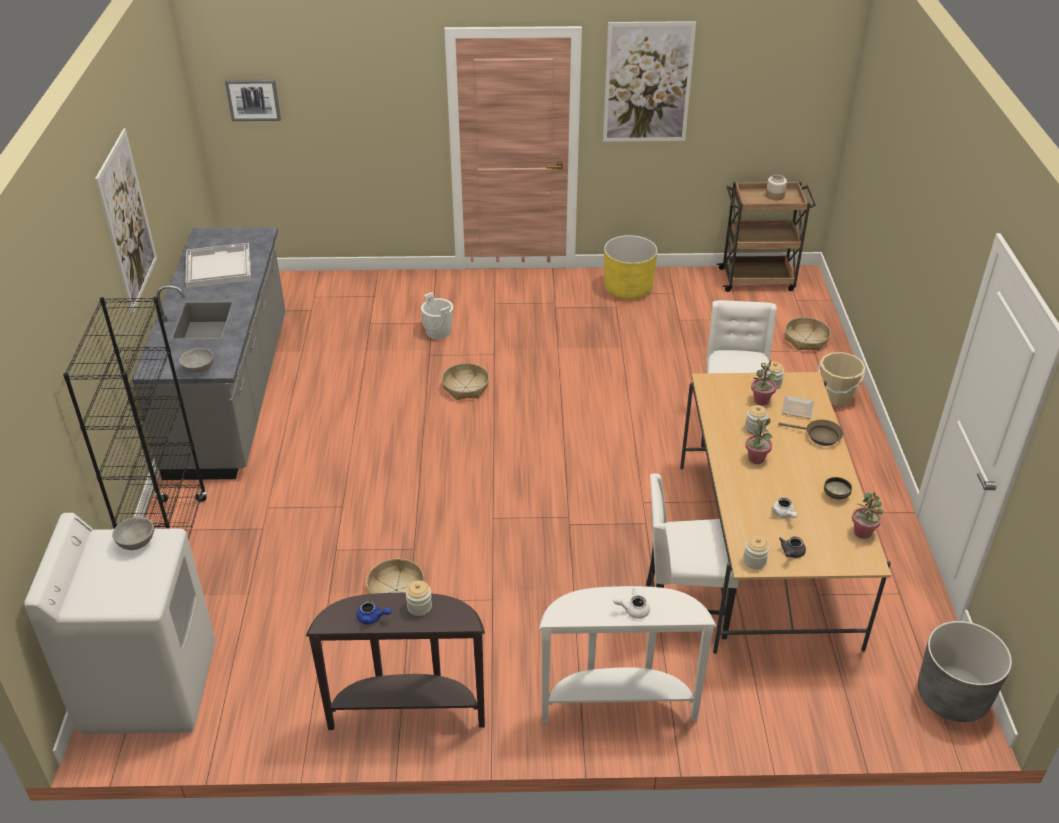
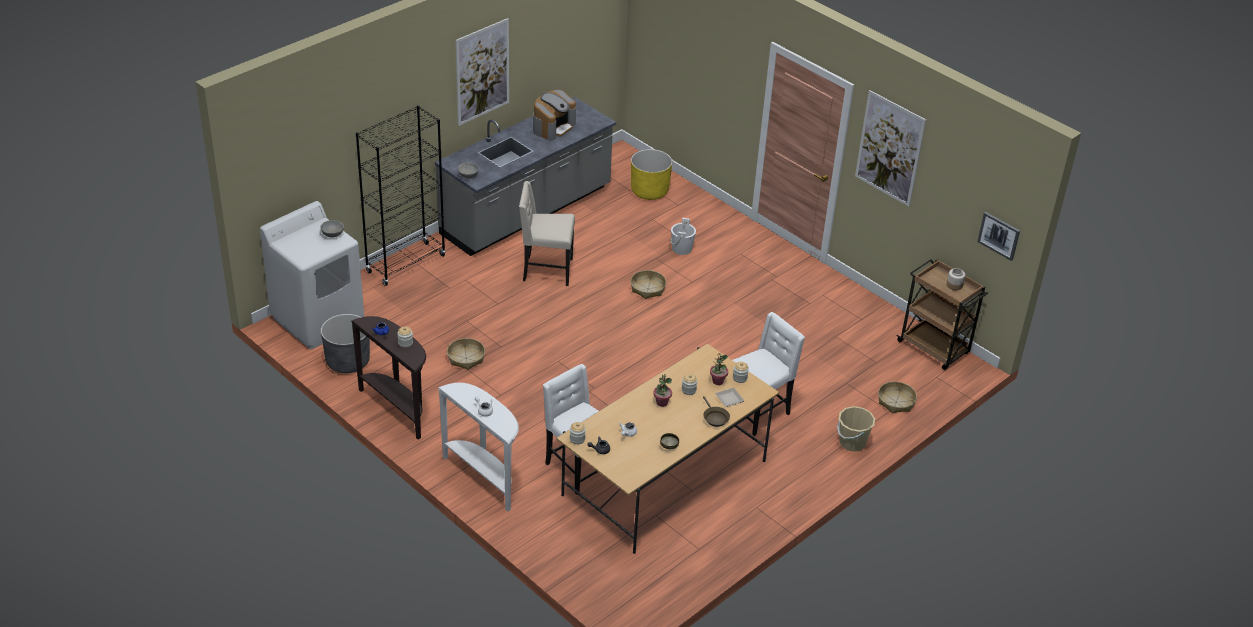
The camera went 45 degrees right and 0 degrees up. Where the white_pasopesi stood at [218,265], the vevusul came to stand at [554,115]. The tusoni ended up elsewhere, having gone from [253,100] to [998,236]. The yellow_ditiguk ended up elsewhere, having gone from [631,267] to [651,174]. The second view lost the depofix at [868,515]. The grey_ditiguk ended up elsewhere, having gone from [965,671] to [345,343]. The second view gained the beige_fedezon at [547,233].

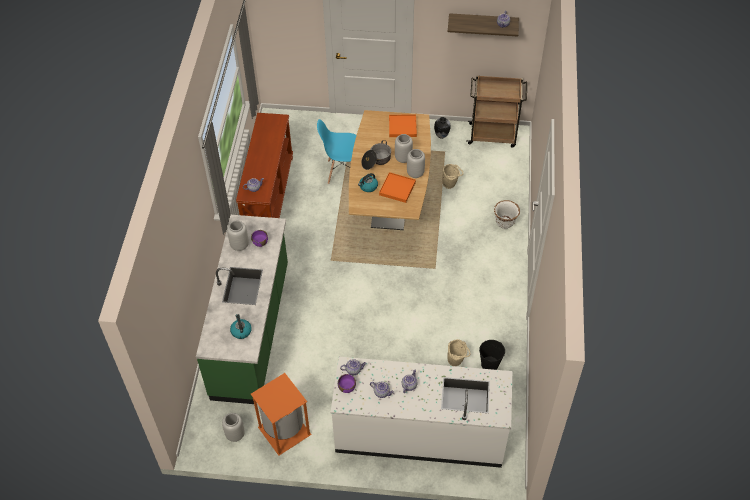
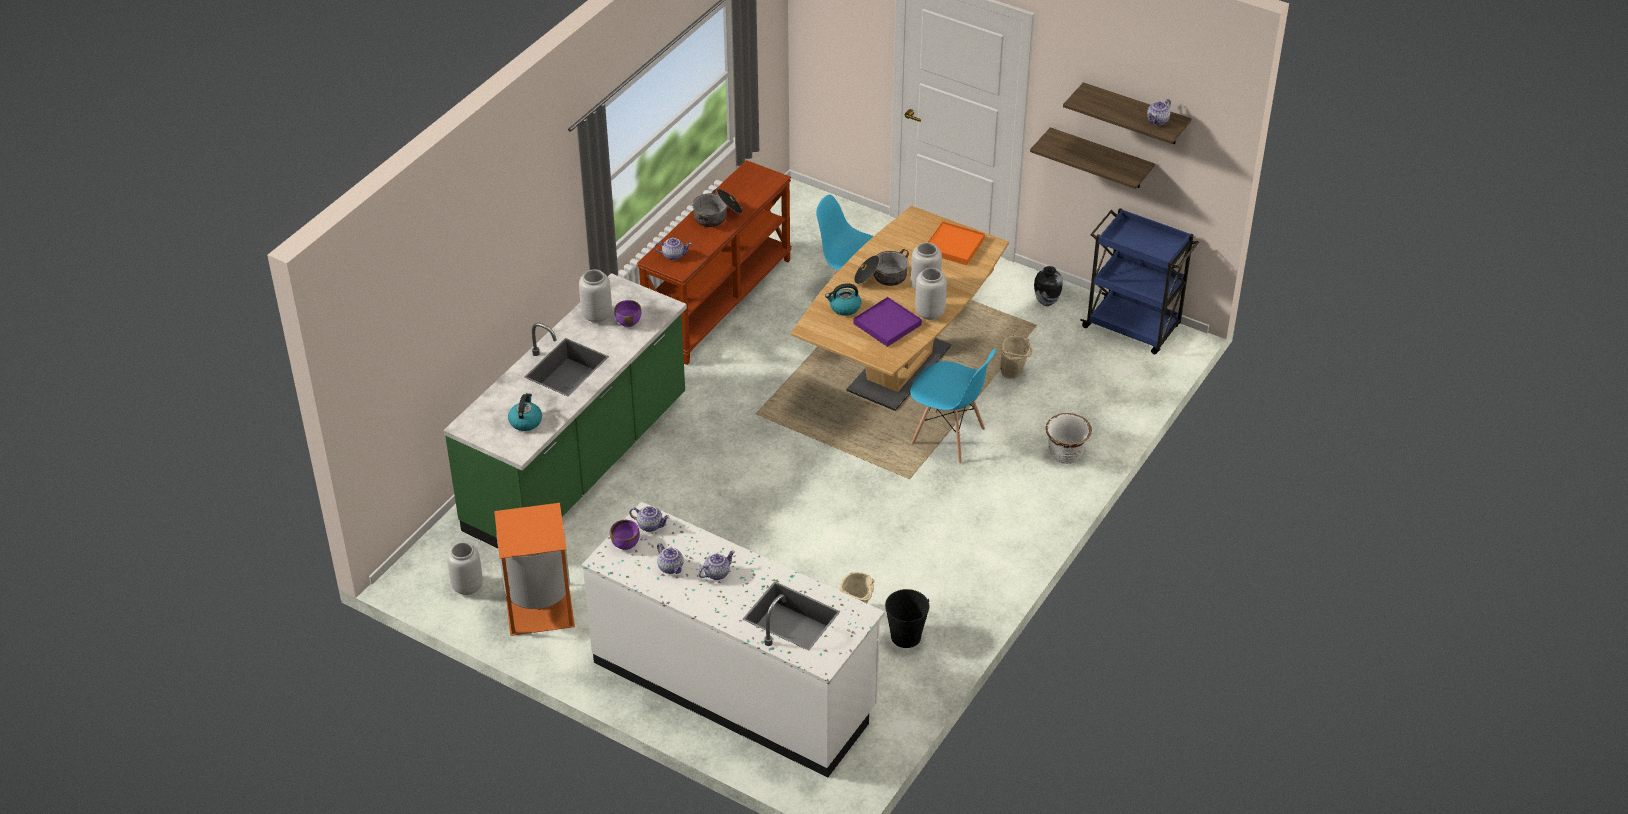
The camera went 25 degrees right and 10 degrees down. What was the orange_pasopesi at [397,187] turned into the purple_pasopesi at [887,322]. What was the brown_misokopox at [496,111] turned into the blue_misokopox at [1139,281]. The second view gained the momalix at [717,208]. The second view gained the blue_fedezon at [953,405]. The second view gained the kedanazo at [1092,158].

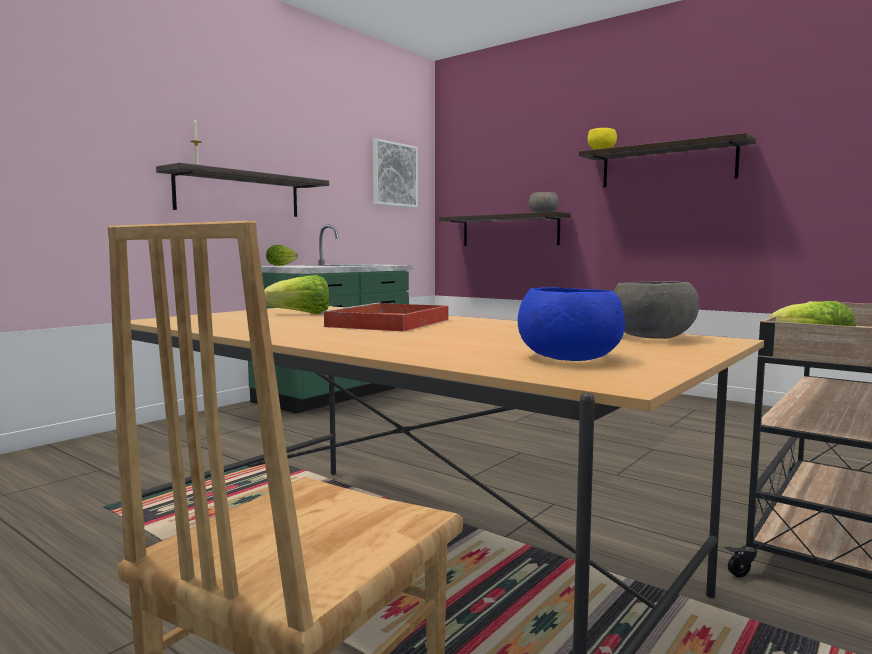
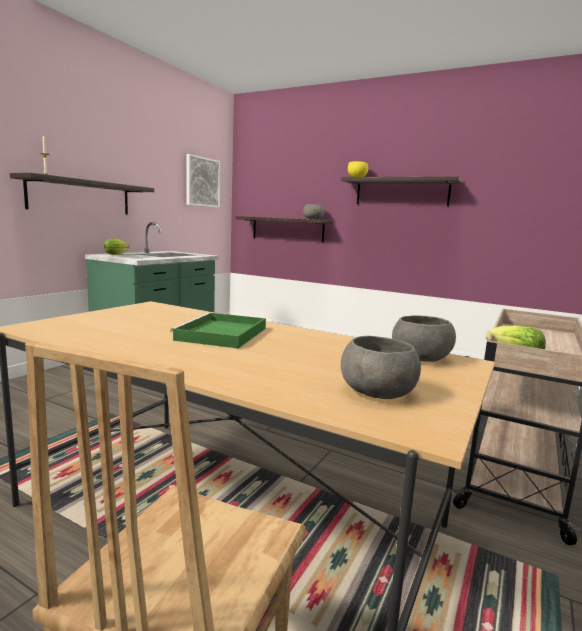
The camera went 10 degrees left and 5 degrees up. The second view lost the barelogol at [296,294]. What was the red_pasopesi at [385,317] turned into the green_pasopesi at [218,330]. What was the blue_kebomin at [571,324] turned into the grey_kebomin at [381,367].

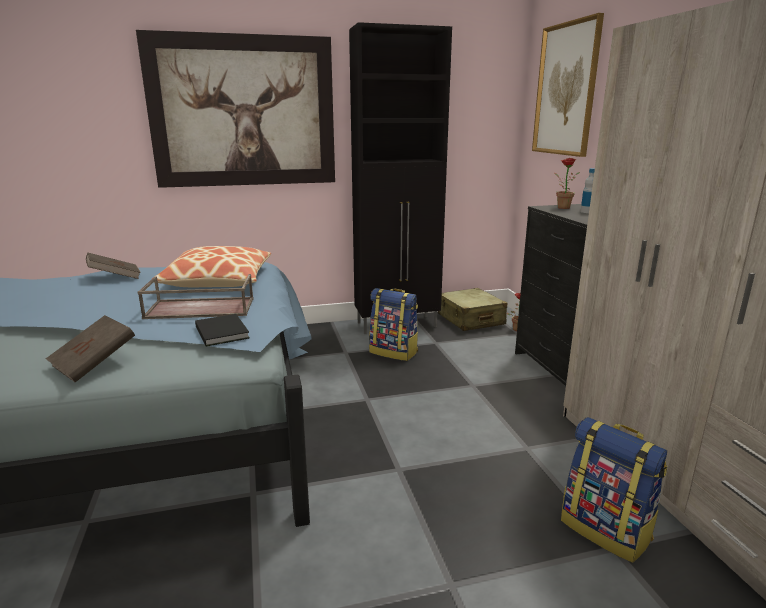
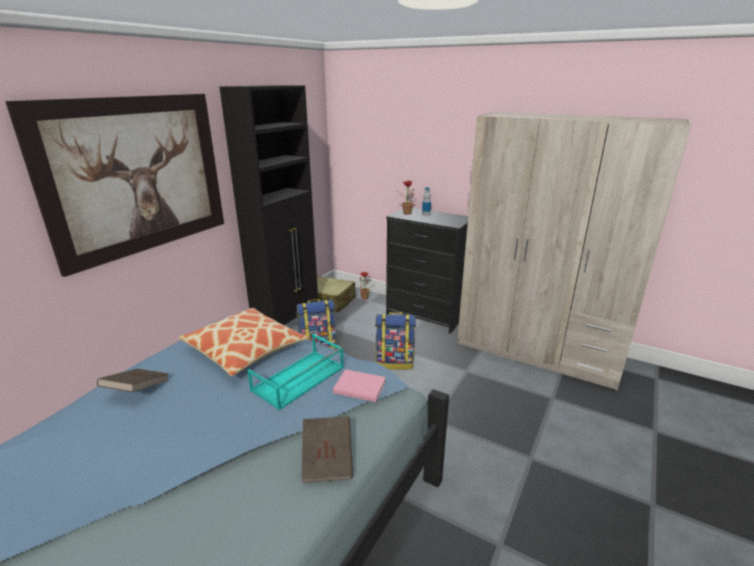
The camera went 45 degrees left and 5 degrees up. What was the brown_pasopesi at [196,296] turned into the turquoise_pasopesi at [295,372]. What was the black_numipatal at [222,330] turned into the pink_numipatal at [359,385]. The second view lost the tusoni at [568,85]. The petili ended up elsewhere, having gone from [614,490] to [395,341].

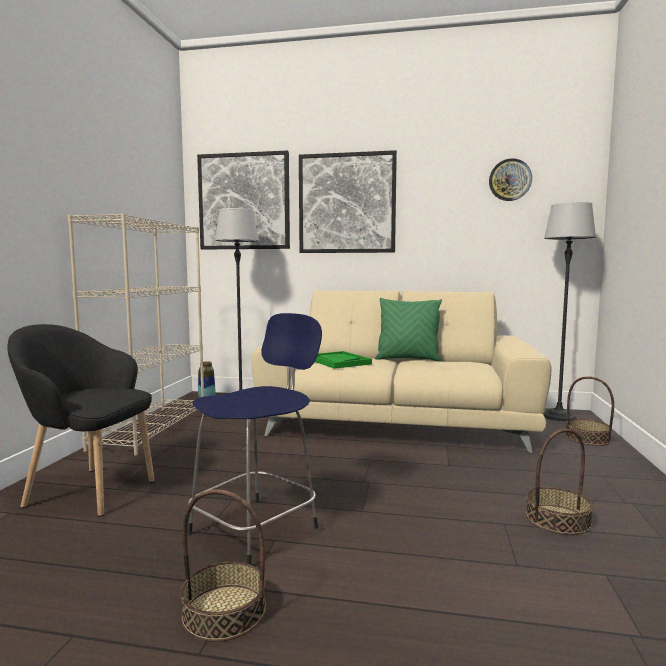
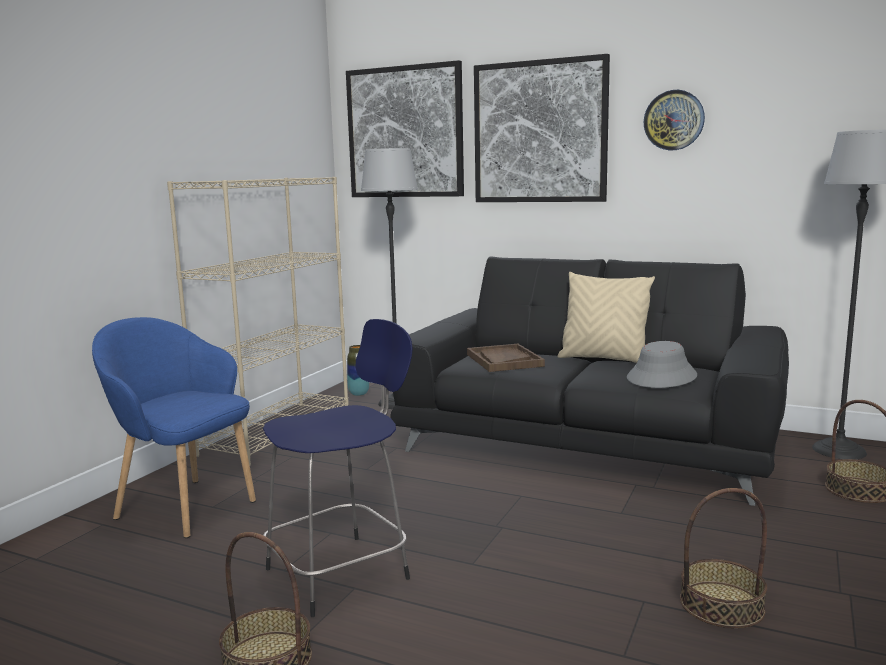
The camera went 15 degrees right and 5 degrees up. What was the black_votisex at [81,420] turned into the blue_votisex at [174,427]. What was the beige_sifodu at [401,371] turned into the black_sifodu at [589,381]. What was the green_pasopesi at [343,360] turned into the brown_pasopesi at [506,358]. What was the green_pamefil at [408,329] turned into the beige_pamefil at [606,317]. The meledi ended up elsewhere, having gone from [510,179] to [674,120]. The second view gained the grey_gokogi at [662,364].

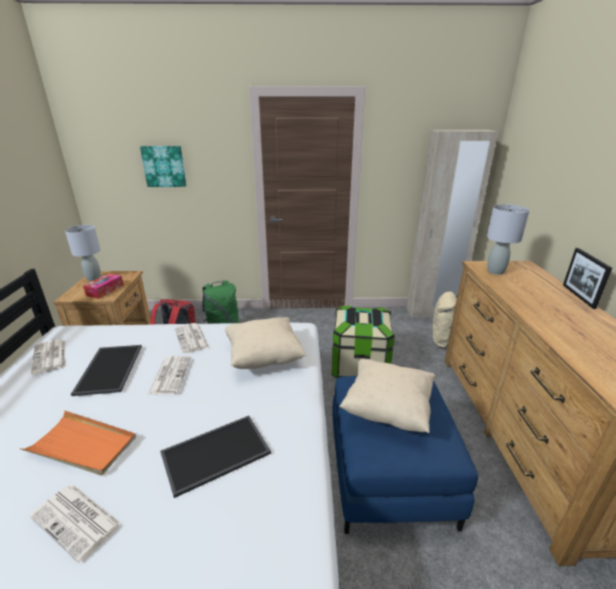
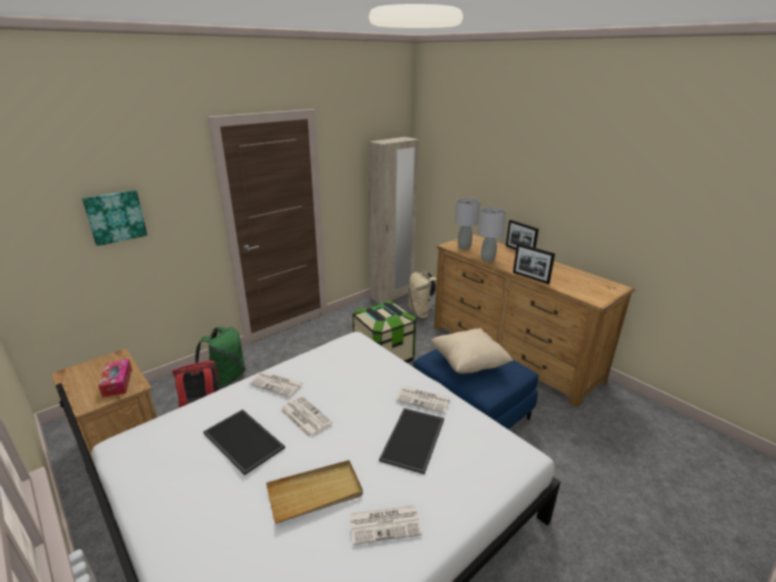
The camera went 40 degrees left and 0 degrees up. What was the orange_pasopesi at [77,443] turned into the beige_pasopesi at [314,492]. The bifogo ended up elsewhere, having gone from [48,356] to [423,399]. The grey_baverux ended up elsewhere, having gone from [83,253] to [492,234]. The second view lost the beige_pamefil at [265,343]. The second view gained the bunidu at [534,263].

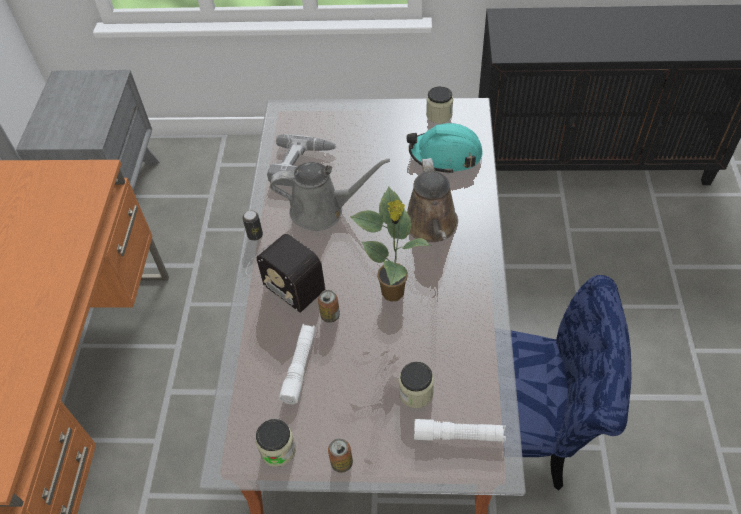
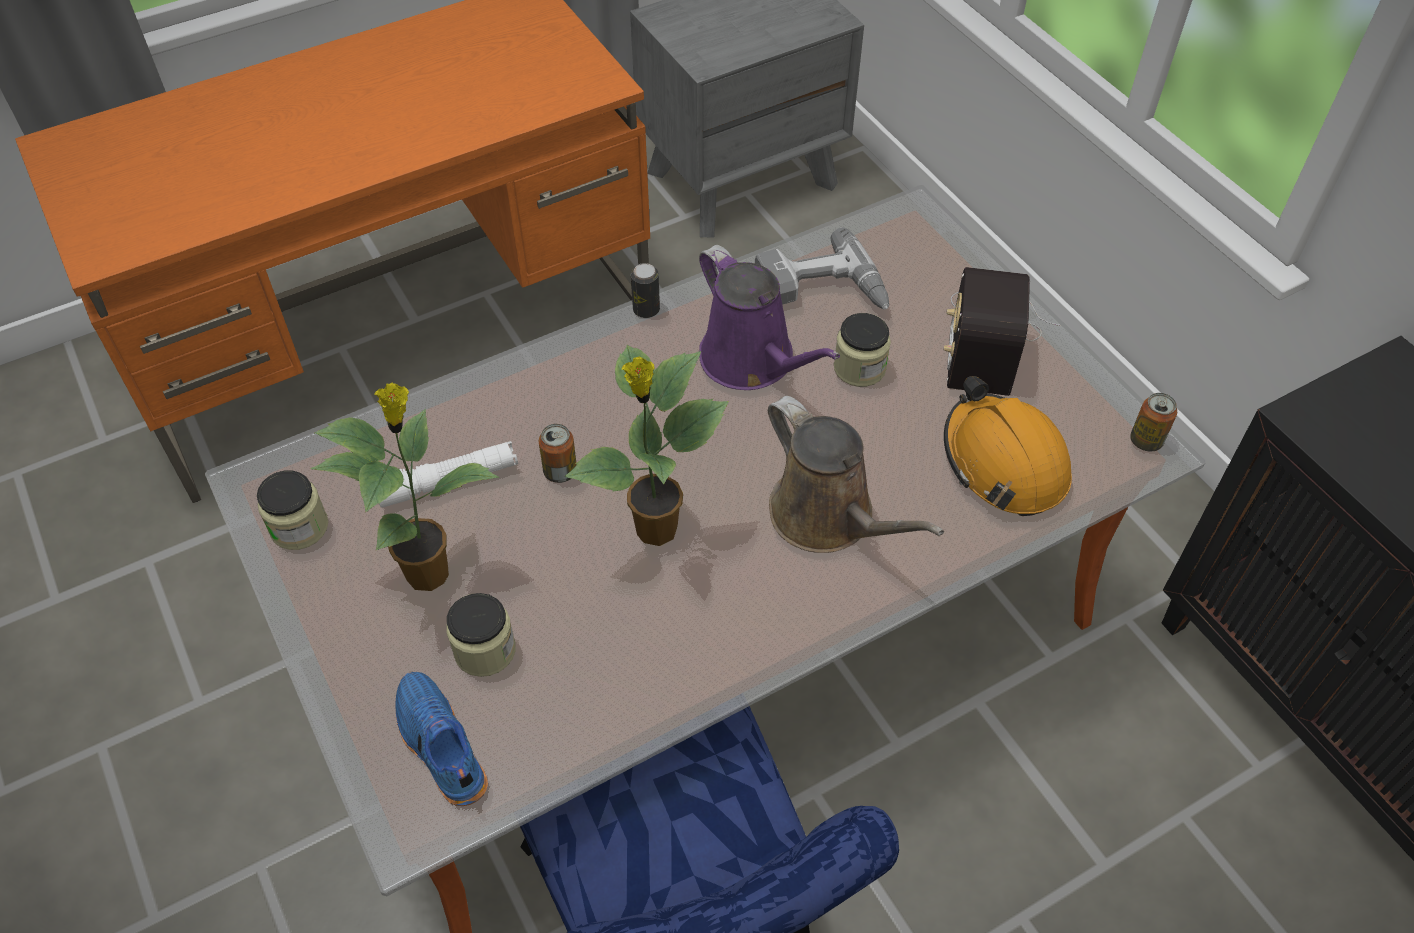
The camera went 55 degrees right and 0 degrees up. The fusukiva ended up elsewhere, having gone from [285,273] to [1002,331]. What was the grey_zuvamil at [330,195] turned into the purple_zuvamil at [769,317]. The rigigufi ended up elsewhere, having gone from [340,455] to [1153,422]. What was the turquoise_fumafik at [445,148] turned into the orange_fumafik at [1008,446]. The brown_zuvamil at [432,200] ended up facing another way, 90 degrees counterclockwise from before. Where the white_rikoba stood at [460,430], the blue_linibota came to stand at [441,739]. The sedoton ended up elsewhere, having gone from [439,104] to [862,350]. The second view gained the depofix at [404,487].

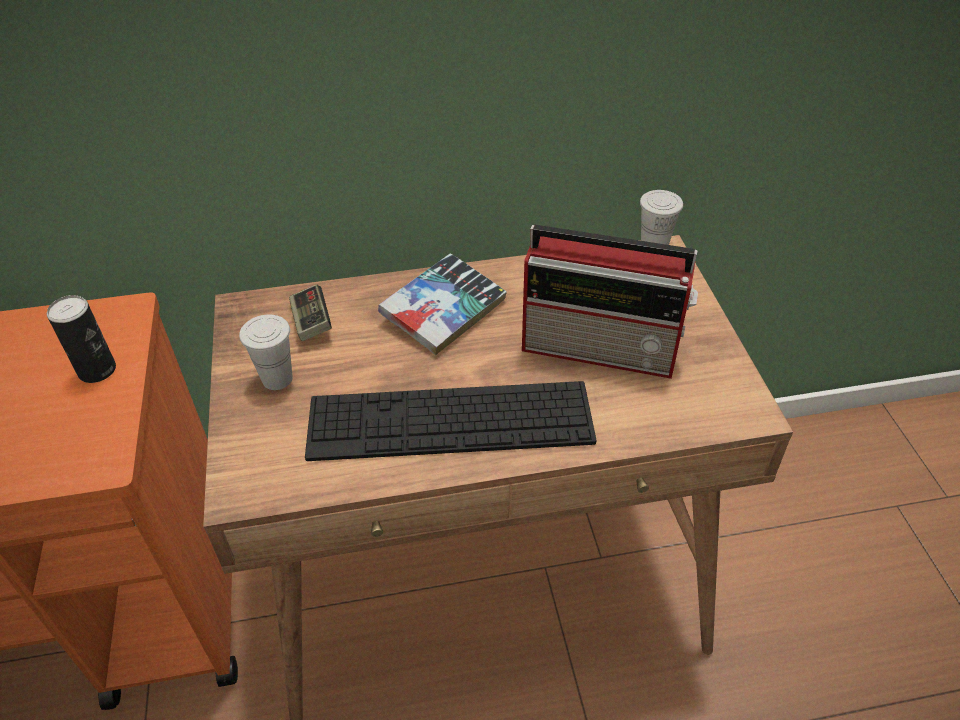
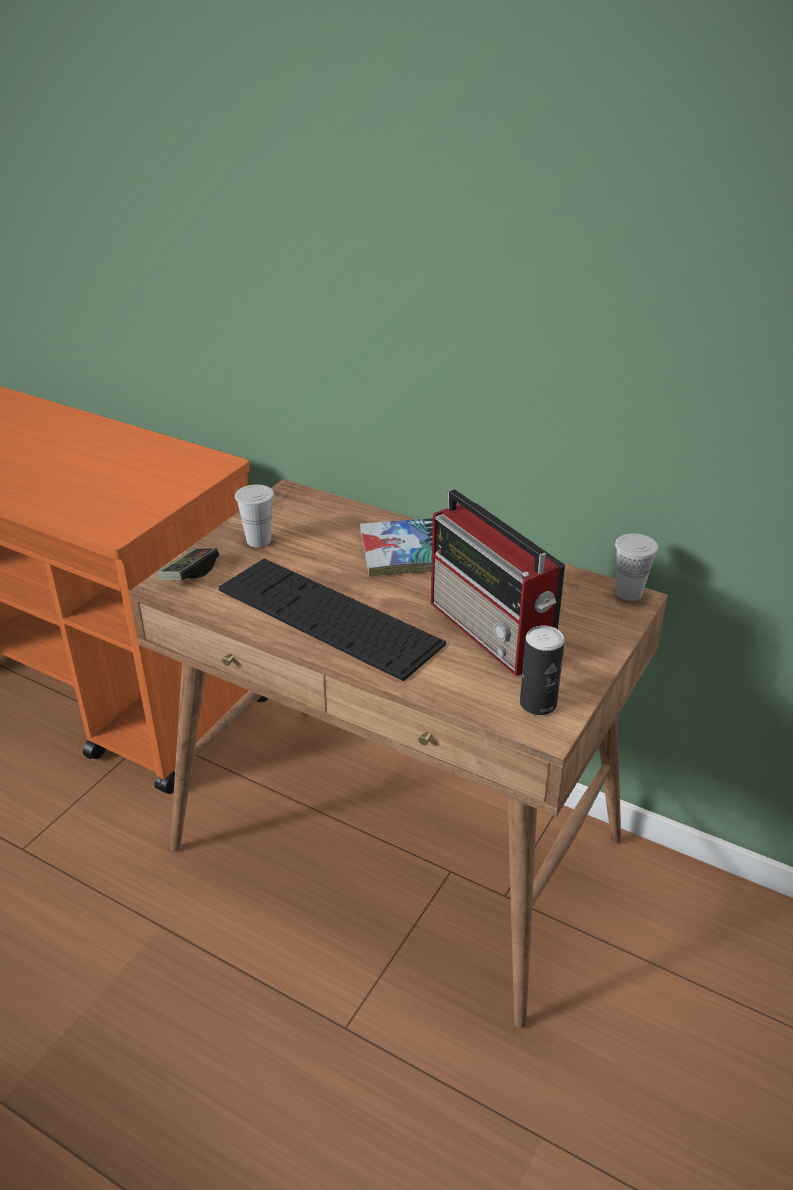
The camera went 40 degrees right and 10 degrees down. The rigigufi ended up elsewhere, having gone from [81,339] to [542,670]. The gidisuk ended up elsewhere, having gone from [310,312] to [188,564].

